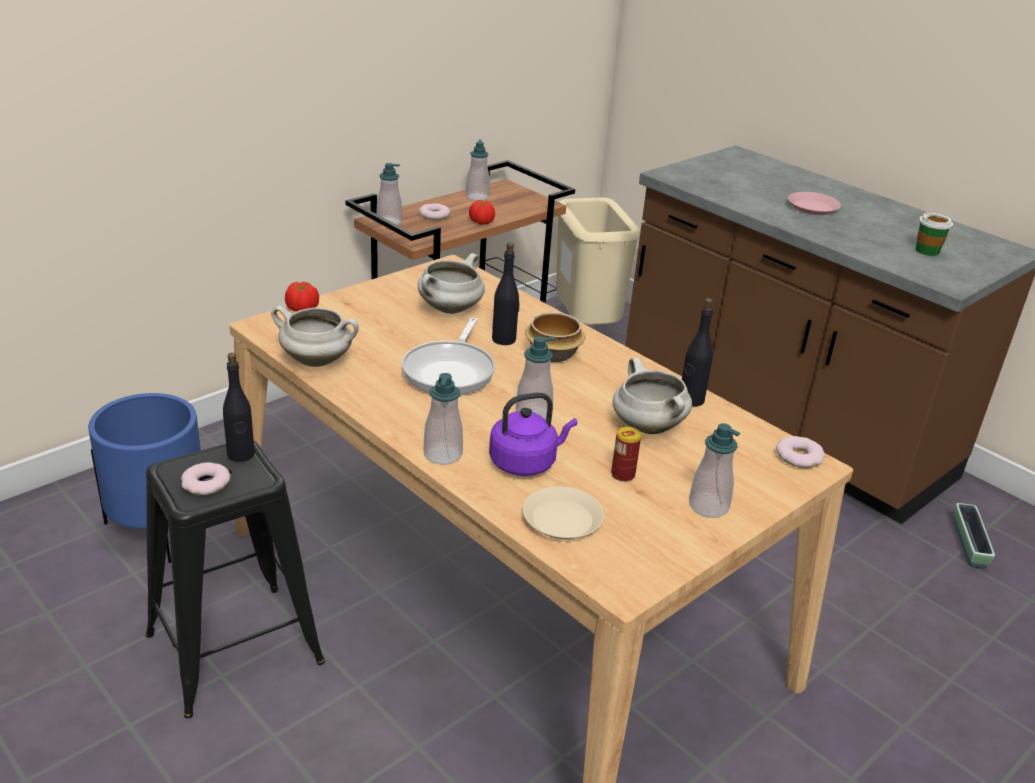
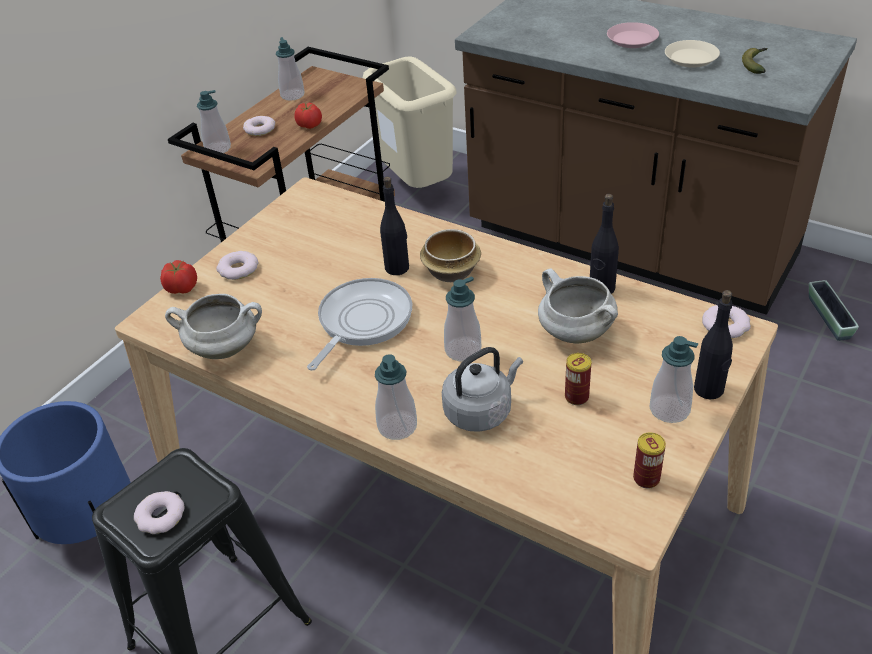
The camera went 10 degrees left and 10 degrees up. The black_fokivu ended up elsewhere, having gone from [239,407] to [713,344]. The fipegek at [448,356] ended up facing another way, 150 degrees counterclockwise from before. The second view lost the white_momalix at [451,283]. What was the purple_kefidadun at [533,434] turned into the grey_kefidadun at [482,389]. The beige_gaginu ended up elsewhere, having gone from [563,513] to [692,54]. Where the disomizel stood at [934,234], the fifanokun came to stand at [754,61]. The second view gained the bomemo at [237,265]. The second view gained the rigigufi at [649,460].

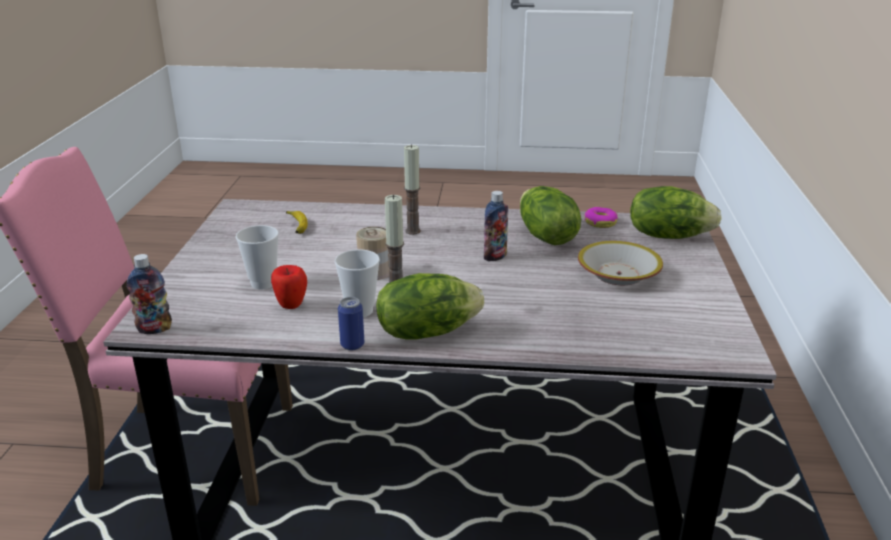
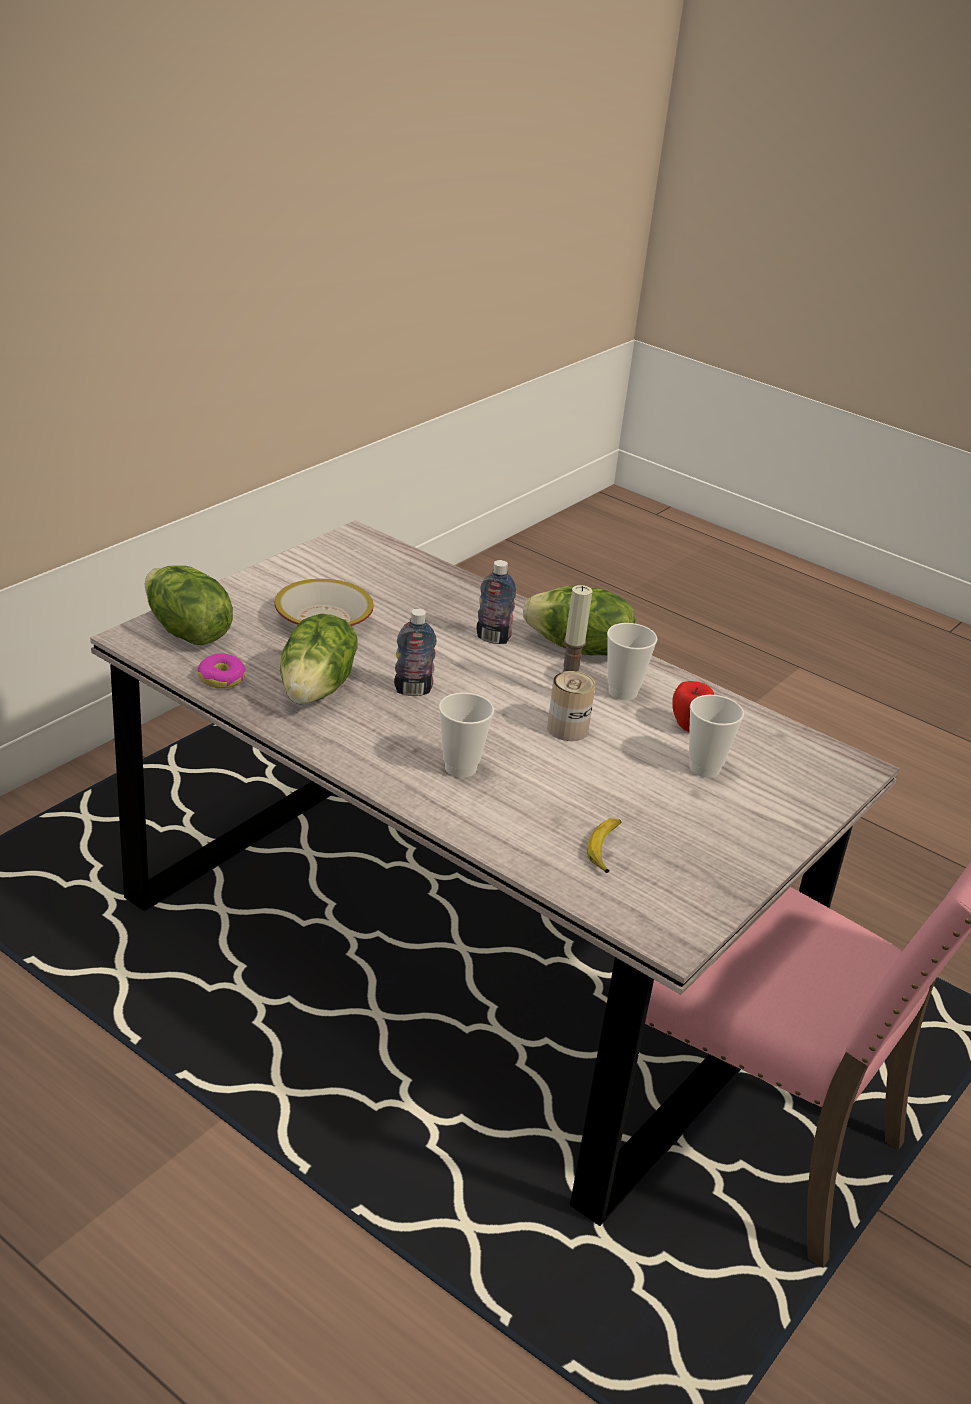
The camera went 150 degrees left and 5 degrees up. The fokivu ended up elsewhere, having gone from [149,294] to [496,602]. The second view lost the rigigufi at [351,323]. Where the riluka stood at [412,189], the disomizel came to stand at [466,735].

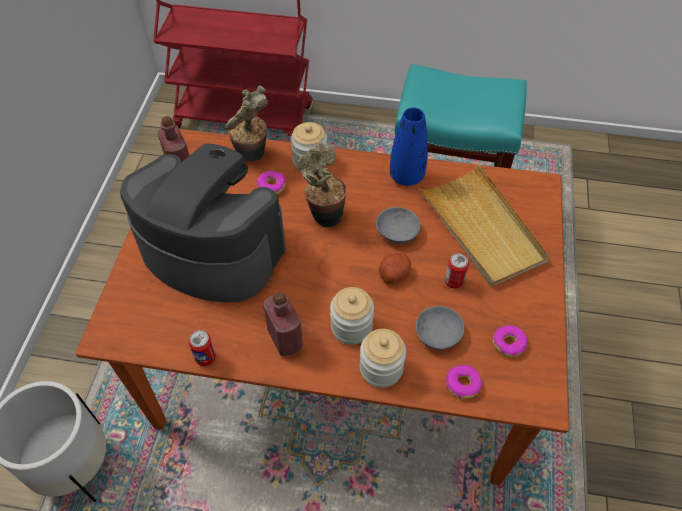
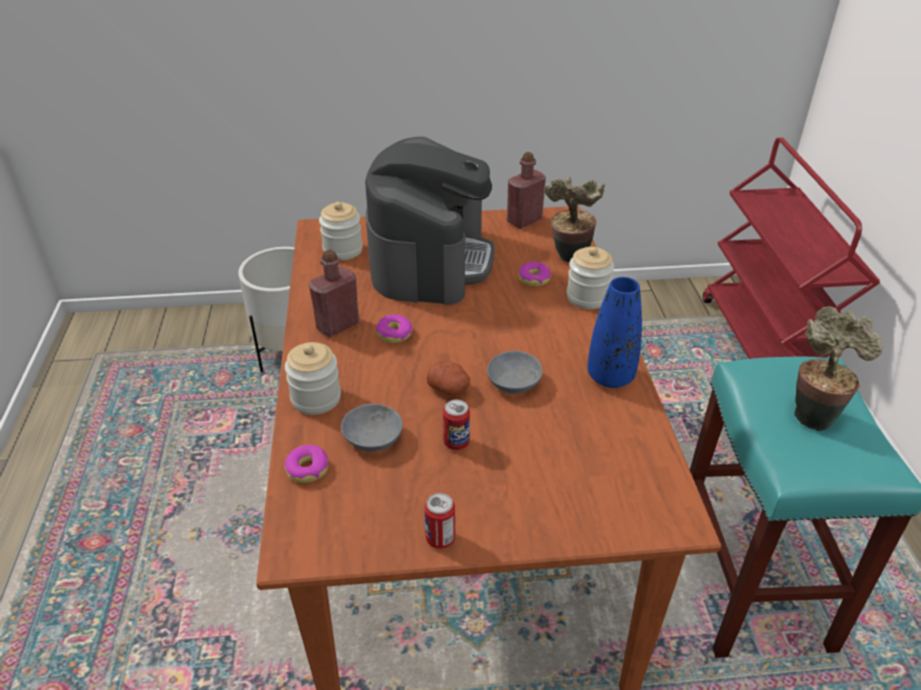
The camera went 75 degrees right and 15 degrees down. The rigigufi ended up elsewhere, having gone from [202,348] to [439,521]. The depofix ended up elsewhere, having gone from [322,184] to [838,368]. The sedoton ended up elsewhere, having gone from [352,316] to [341,231]. The second view lost the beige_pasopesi at [484,225]. The bomemo ended up elsewhere, having gone from [510,341] to [394,328].

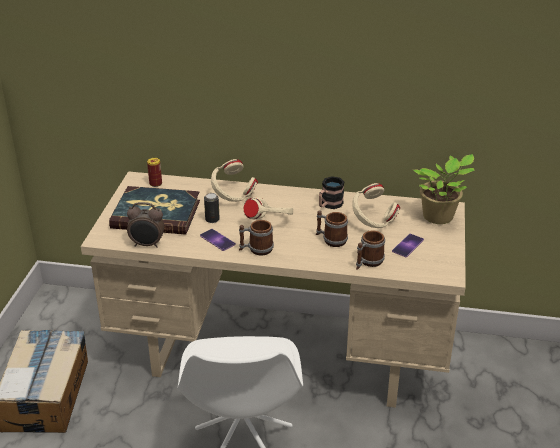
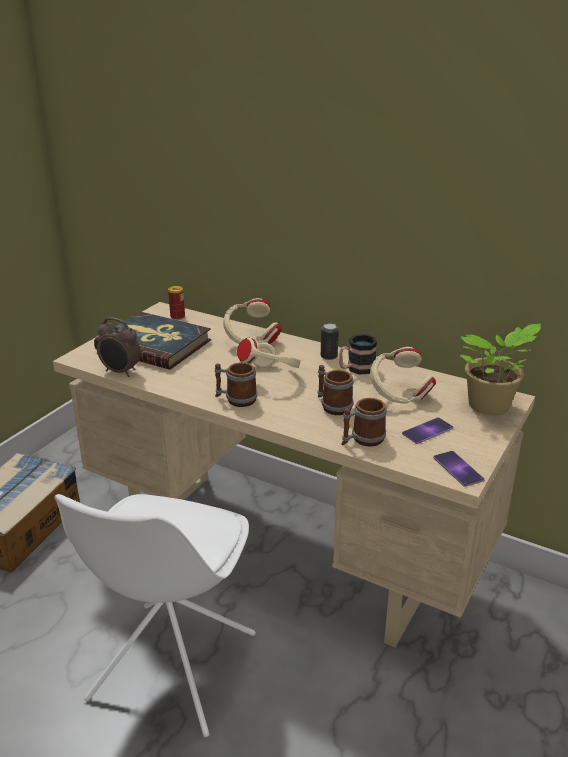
The camera went 20 degrees right and 5 degrees down. The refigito ended up elsewhere, having gone from [218,240] to [459,469]. The rigigufi ended up elsewhere, having gone from [212,208] to [330,341].

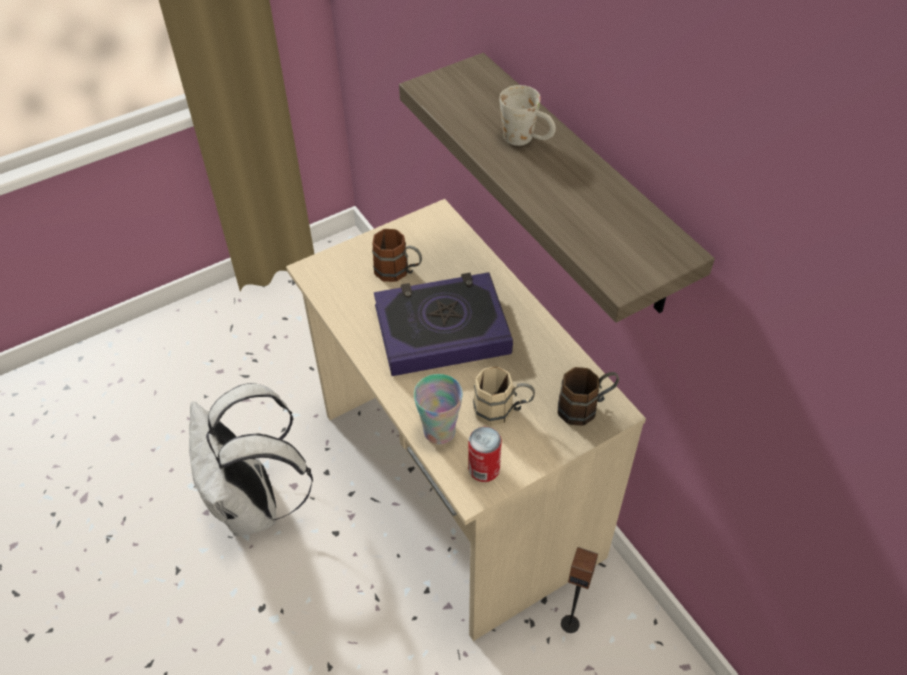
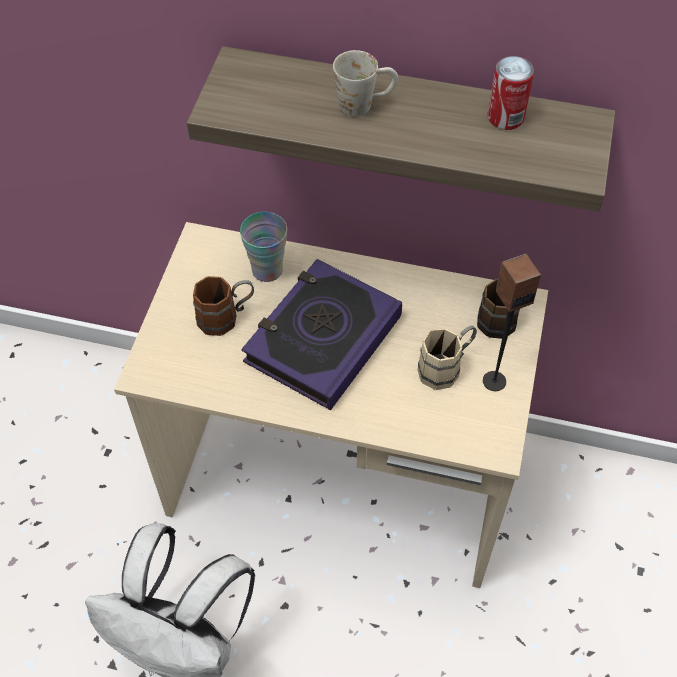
The camera went 45 degrees left and 5 degrees up. The disomizel ended up elsewhere, having gone from [438,409] to [263,247]. The rigigufi ended up elsewhere, having gone from [485,454] to [510,93]. The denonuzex ended up elsewhere, having gone from [579,590] to [512,322].

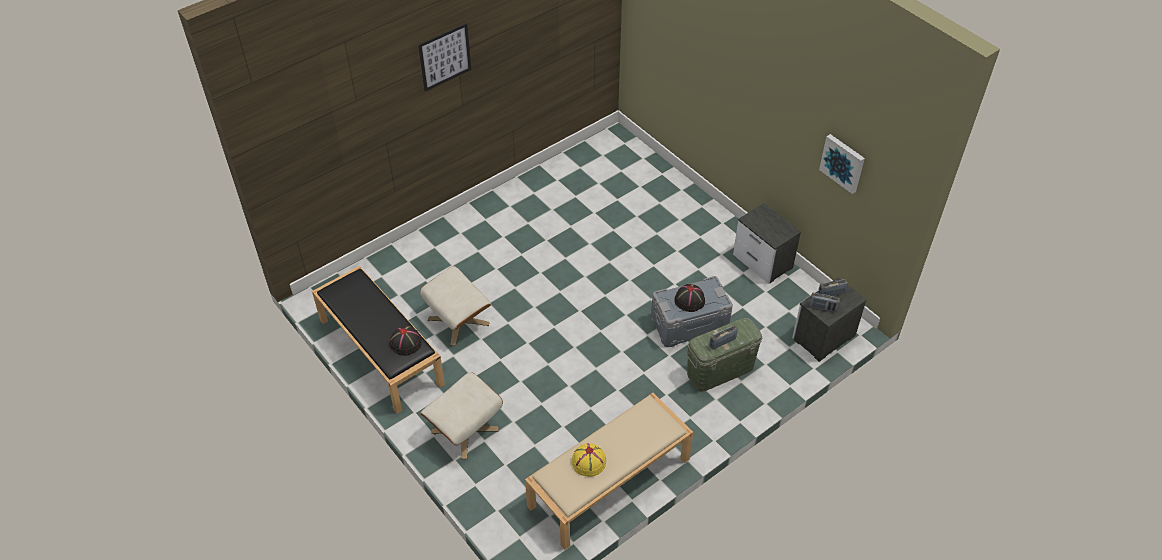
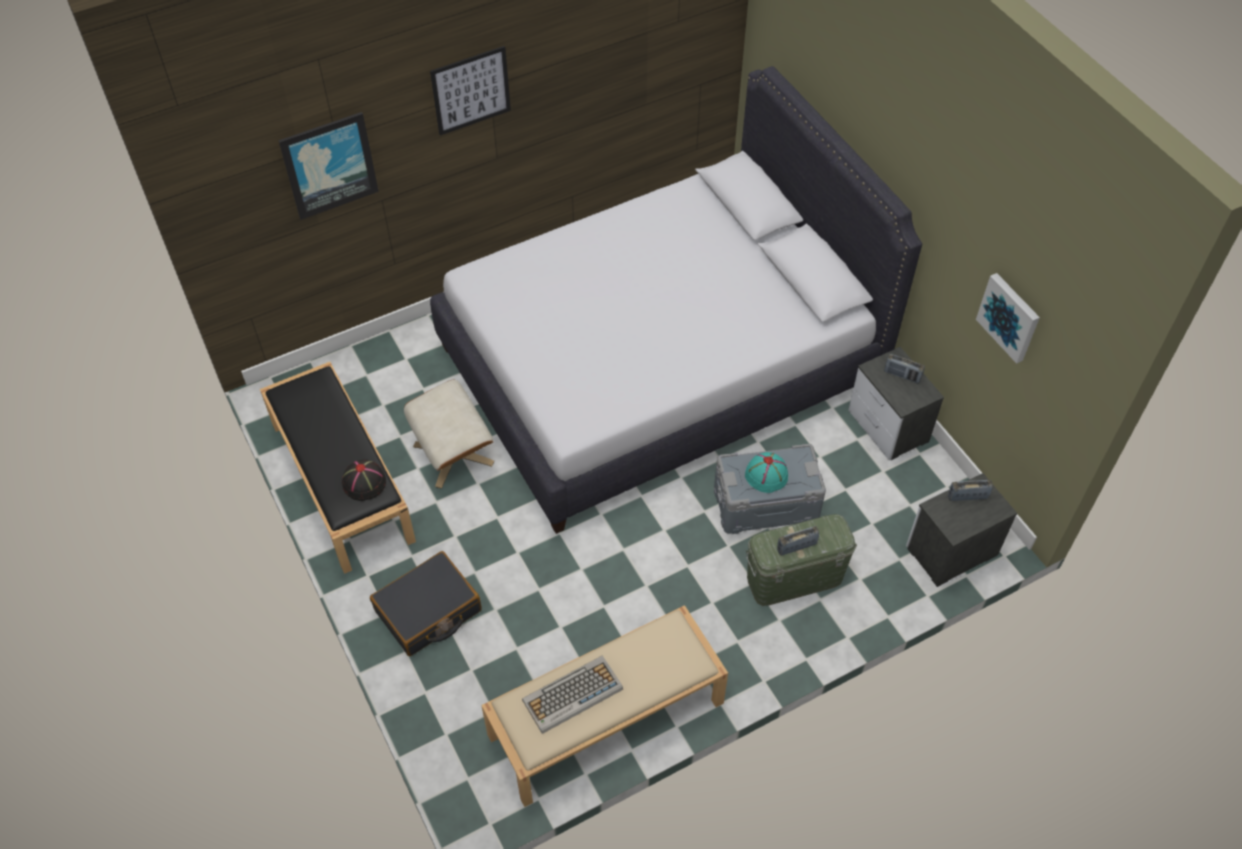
The camera went 10 degrees right and 5 degrees up. Where the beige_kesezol stood at [462,415], the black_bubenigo came to stand at [426,603]. Where the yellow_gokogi stood at [589,460], the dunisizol came to stand at [572,695]. What was the black_gokogi at [689,298] turned into the turquoise_gokogi at [766,472]. The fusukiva ended up elsewhere, having gone from [824,302] to [904,369]. The second view gained the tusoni at [328,166]. The second view gained the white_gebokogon at [676,300].

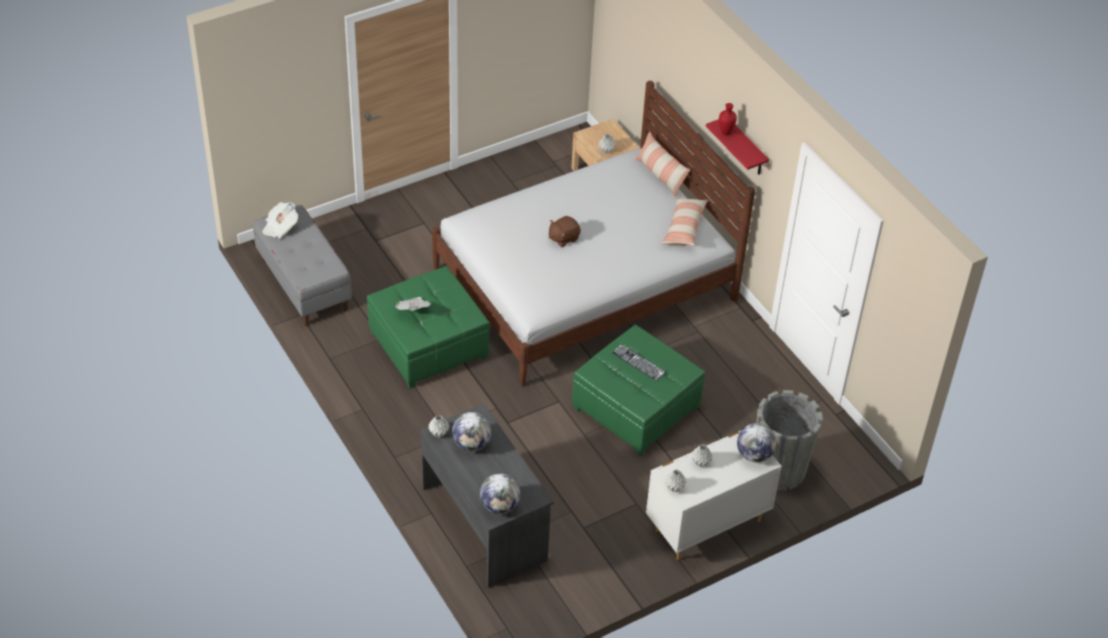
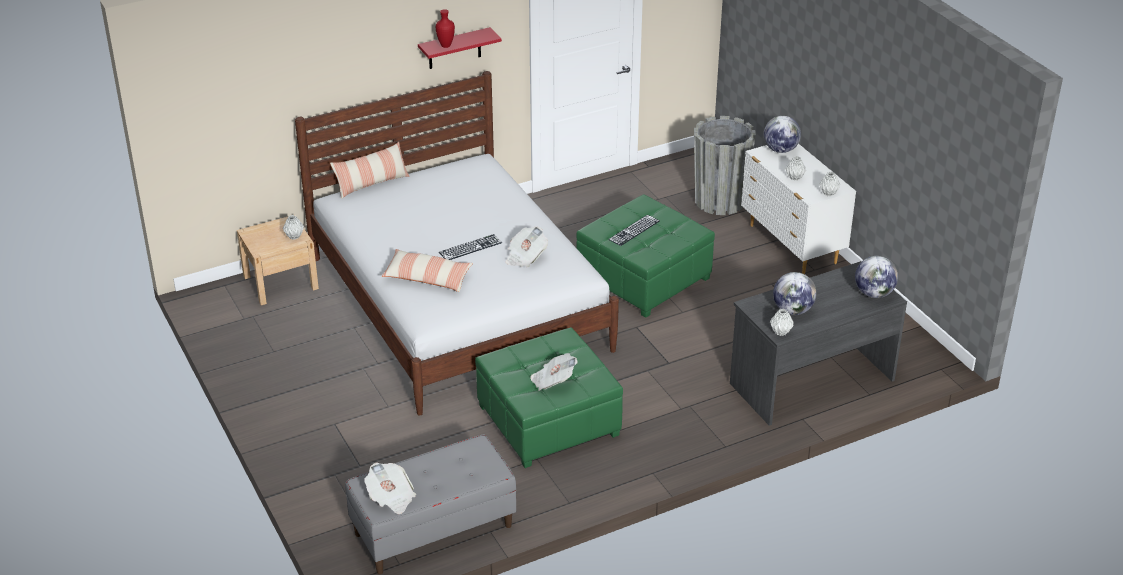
The camera went 85 degrees left and 10 degrees down. Where the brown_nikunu stood at [565,231], the dunisizol came to stand at [470,247]. The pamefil ended up elsewhere, having gone from [684,222] to [427,270]. The second view gained the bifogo at [527,247].

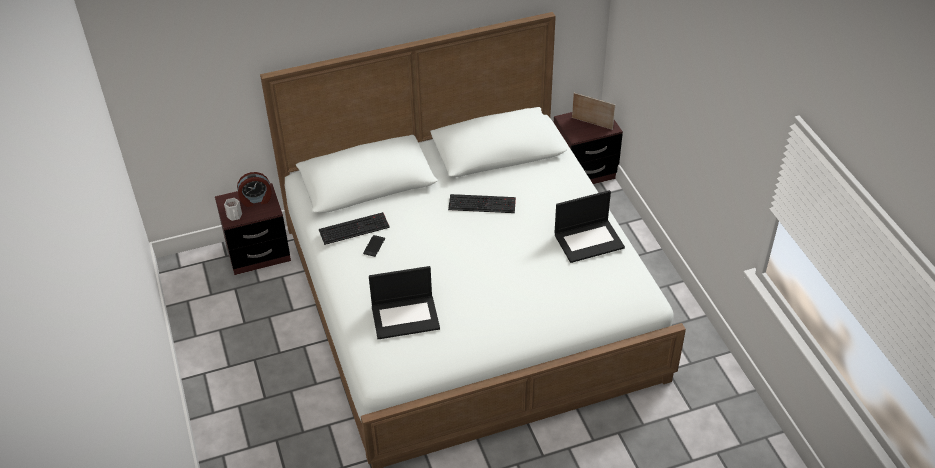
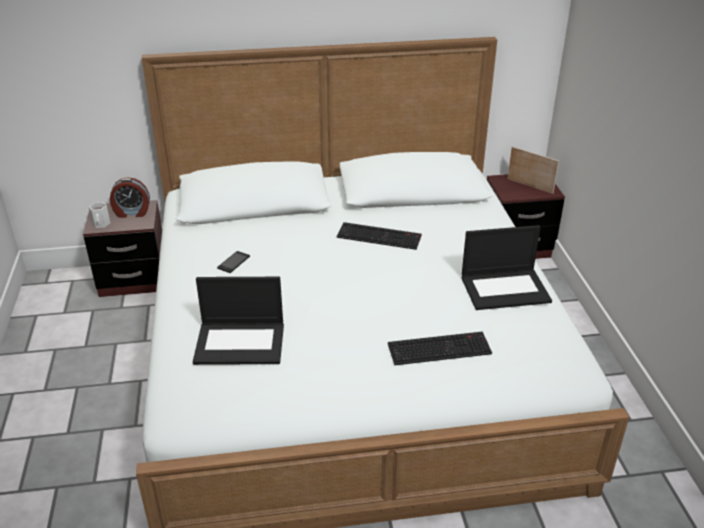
The camera went 10 degrees right and 10 degrees down. The dunisizol ended up elsewhere, having gone from [354,228] to [440,349].

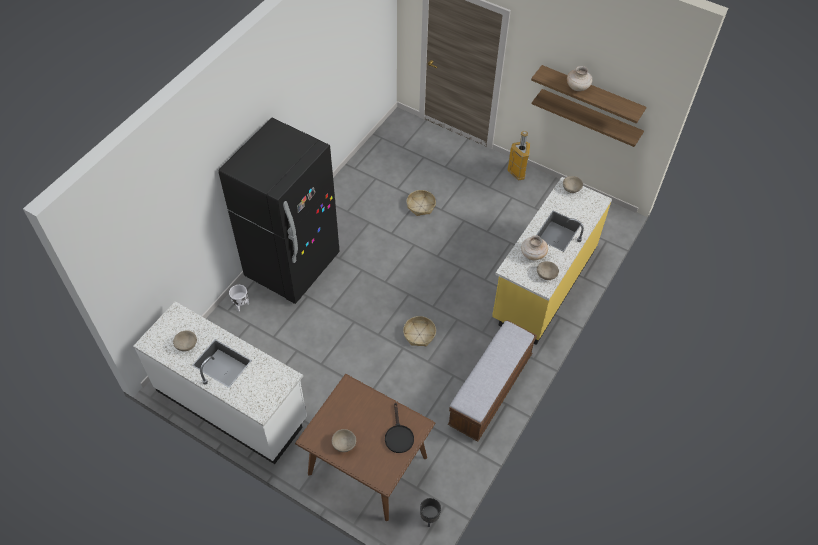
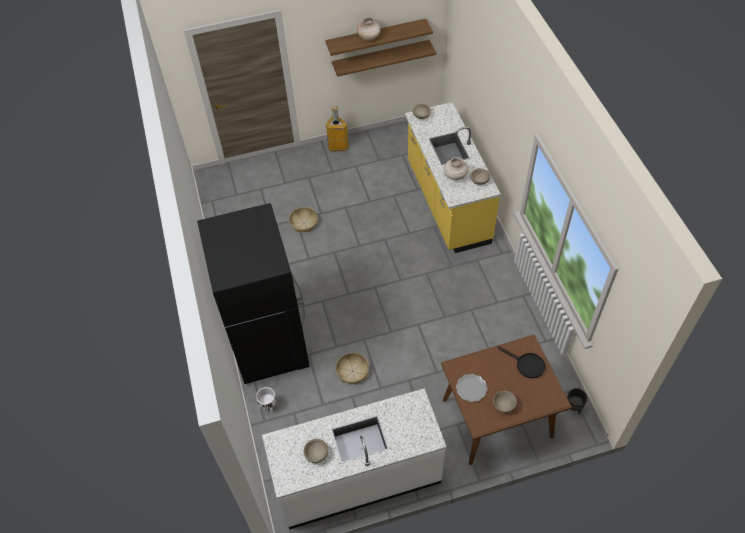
The camera went 45 degrees left and 0 degrees up. The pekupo ended up elsewhere, having gone from [419,331] to [352,369]. The second view lost the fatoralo at [492,380]. The second view gained the gaginu at [472,388].

